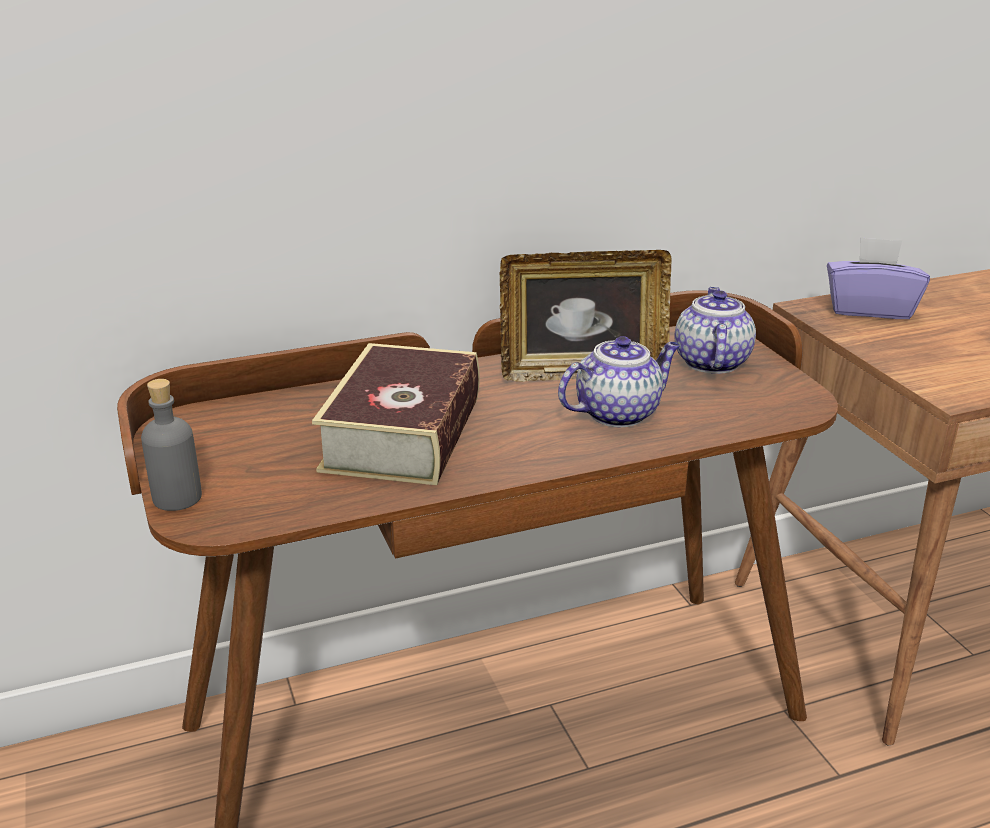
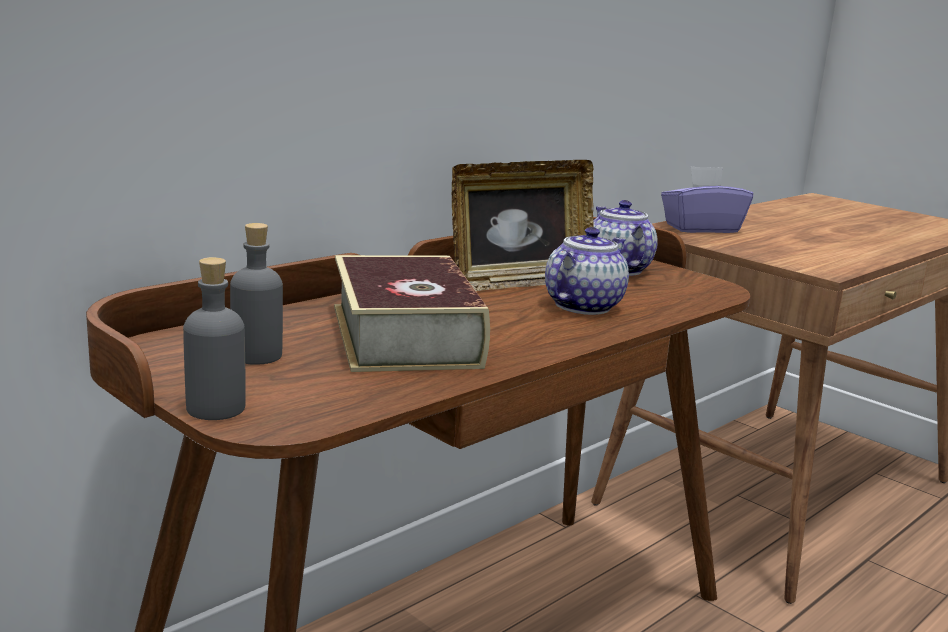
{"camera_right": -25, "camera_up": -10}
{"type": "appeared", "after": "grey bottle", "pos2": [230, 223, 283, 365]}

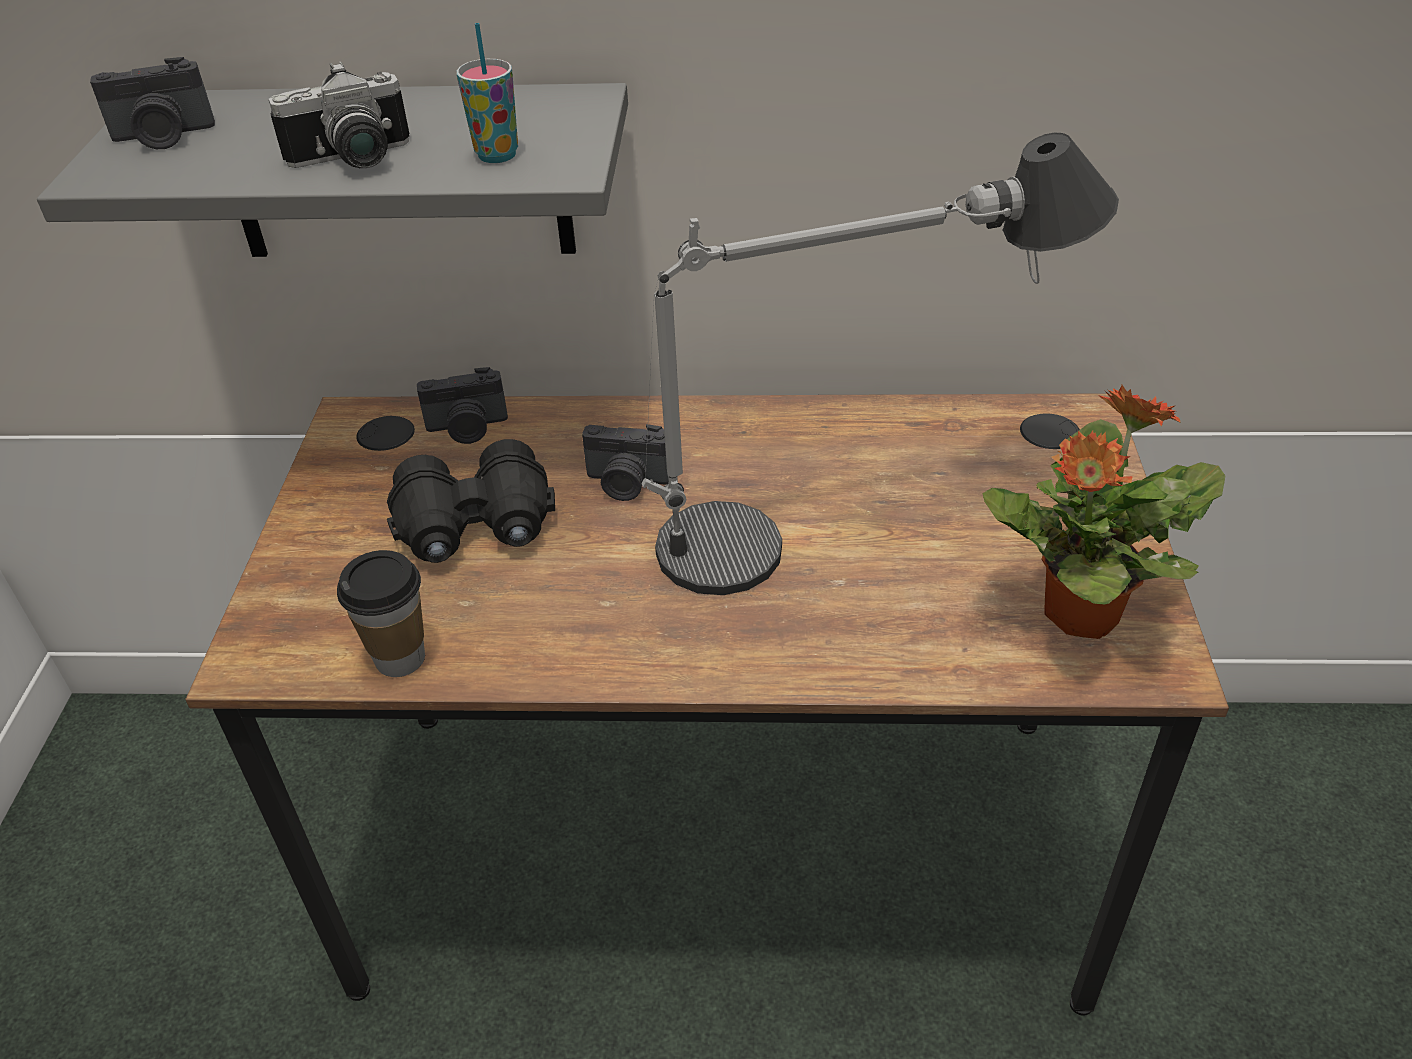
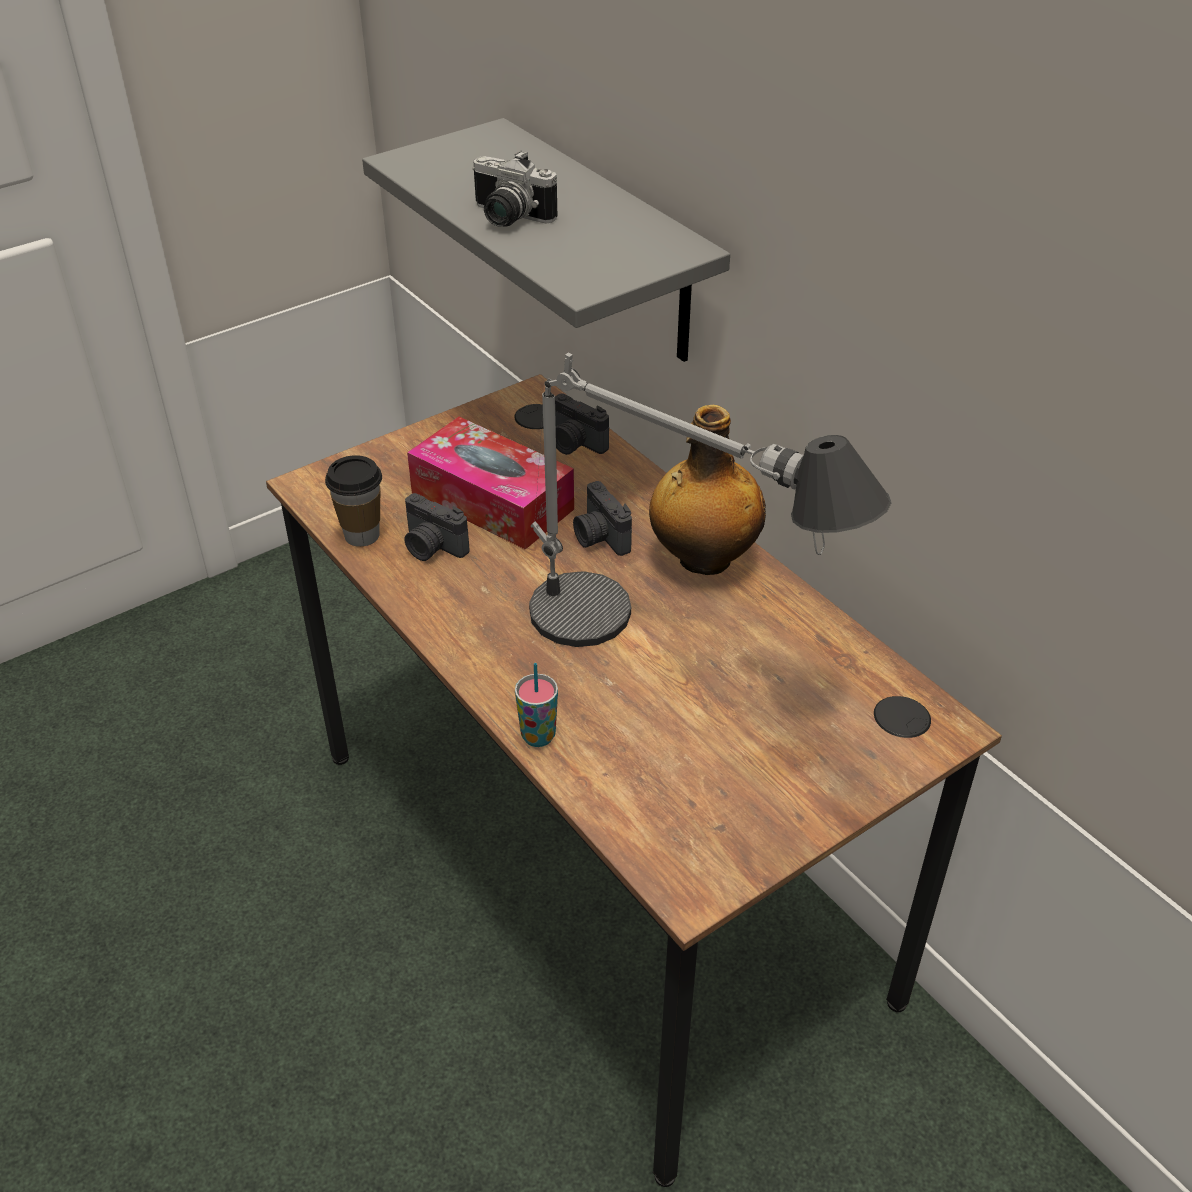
{"camera_right": 50, "camera_up": 0}
{"type": "relocated", "before": "photo camera", "pos1": [90, 57, 215, 149], "pos2": [404, 493, 470, 561]}
{"type": "exchanged", "before": "black binoculars", "after": "tissue box", "pos1": [387, 439, 555, 563], "pos2": [407, 417, 574, 549]}
{"type": "relocated", "before": "cup", "pos1": [456, 23, 518, 163], "pos2": [515, 663, 558, 747]}
{"type": "missing", "before": "potted plant", "pos1": [982, 385, 1225, 639]}
{"type": "appeared", "after": "bottle", "pos2": [649, 405, 766, 575]}

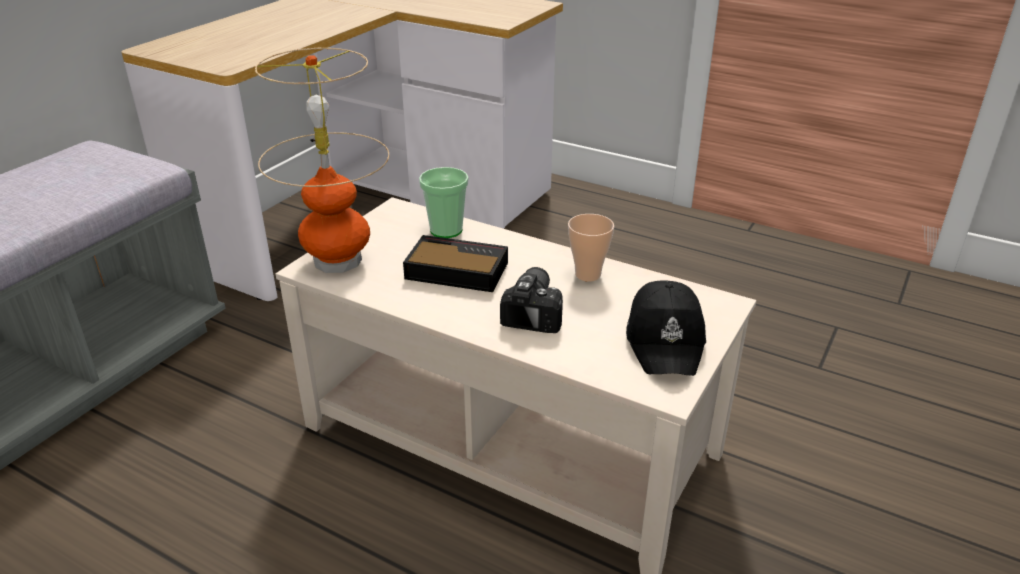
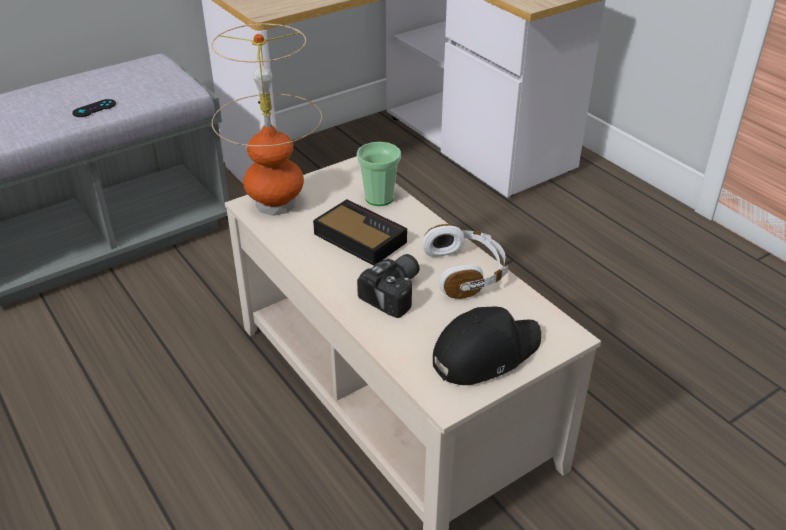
{"camera_right": 25, "camera_up": 5}
{"type": "exchanged", "before": "cup", "after": "white headphones", "pos1": [568, 214, 614, 282], "pos2": [423, 224, 508, 299]}
{"type": "spun", "before": "black cap", "pos1": [626, 280, 706, 376], "pos2": [433, 306, 541, 385], "turn": -150}
{"type": "appeared", "after": "black game controller", "pos2": [72, 99, 116, 117]}

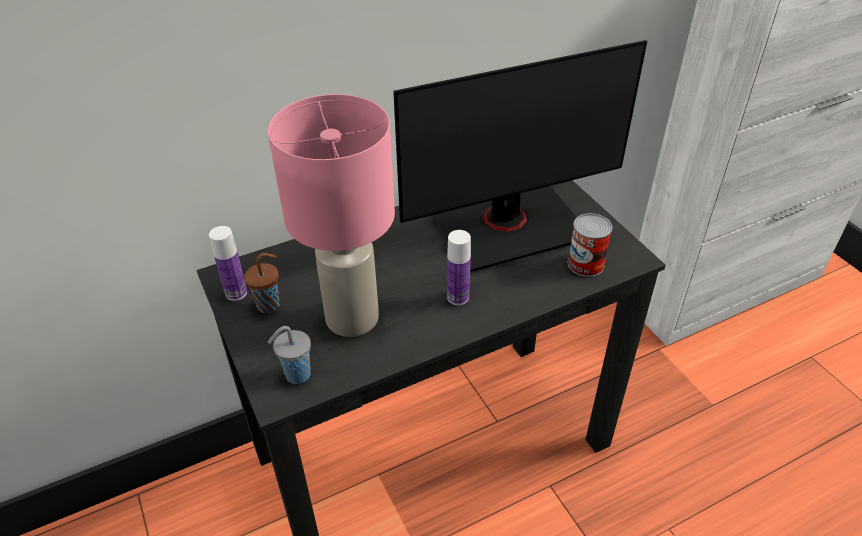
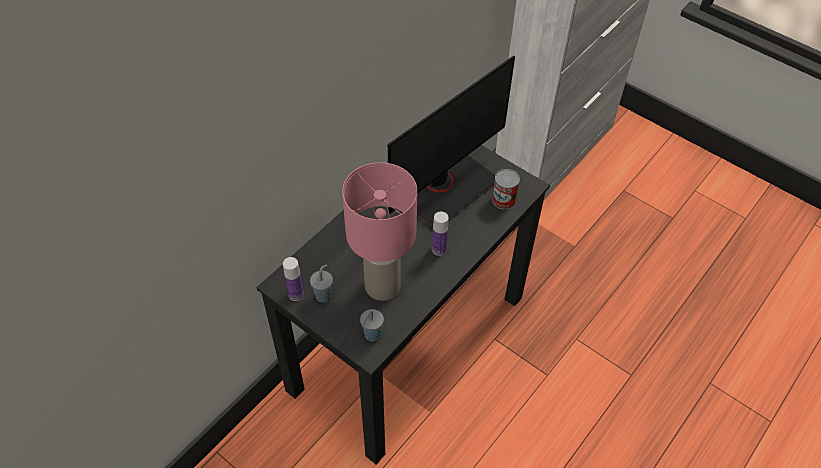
{"camera_right": -25, "camera_up": 10}
{"type": "colour", "before": "brown cup", "after": "grey cup", "pos1": [244, 253, 280, 314], "pos2": [310, 265, 333, 303]}

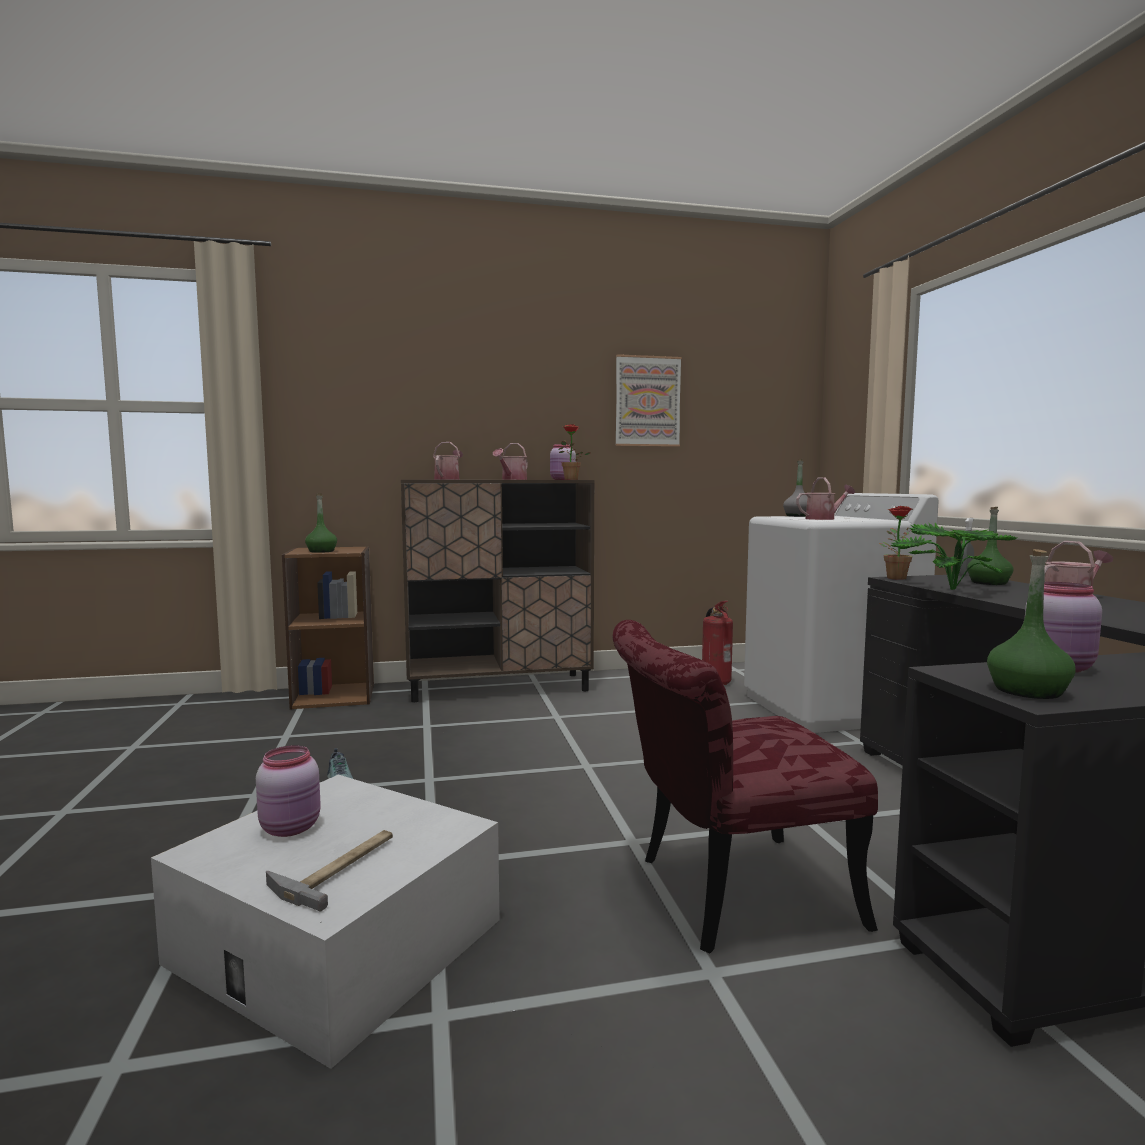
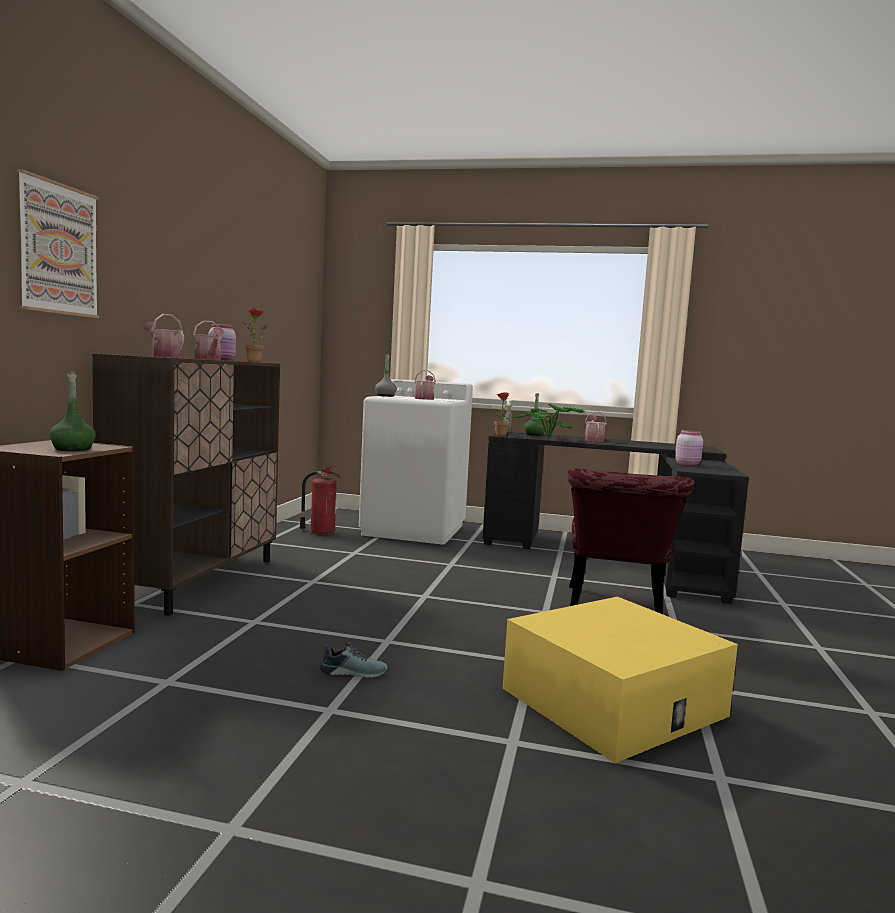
{"camera_right": -65, "camera_up": 0}
{"type": "colour", "before": "white storage box", "after": "yellow storage box", "pos1": [151, 775, 500, 1069], "pos2": [503, 596, 738, 763]}
{"type": "missing", "before": "pink jar", "pos1": [256, 746, 321, 837]}
{"type": "missing", "before": "hammer", "pos1": [266, 830, 393, 912]}
{"type": "relocated", "before": "picture", "pos1": [615, 354, 682, 447], "pos2": [16, 169, 99, 318]}
{"type": "missing", "before": "green bottle", "pos1": [987, 549, 1076, 699]}

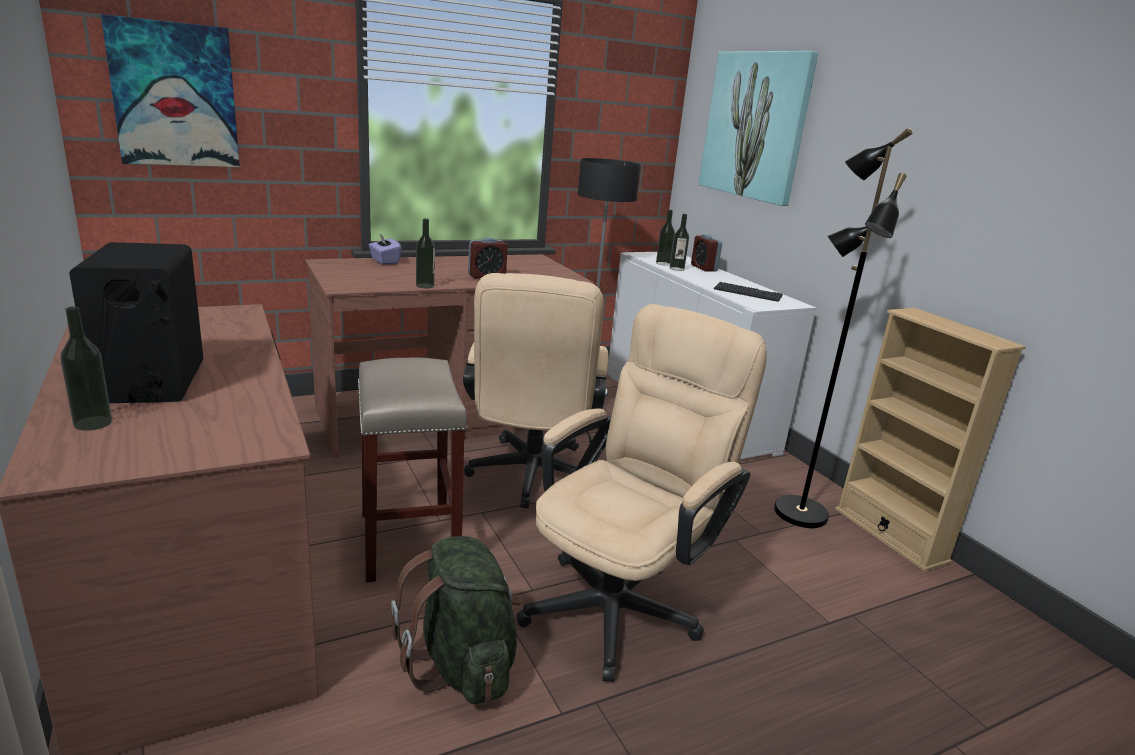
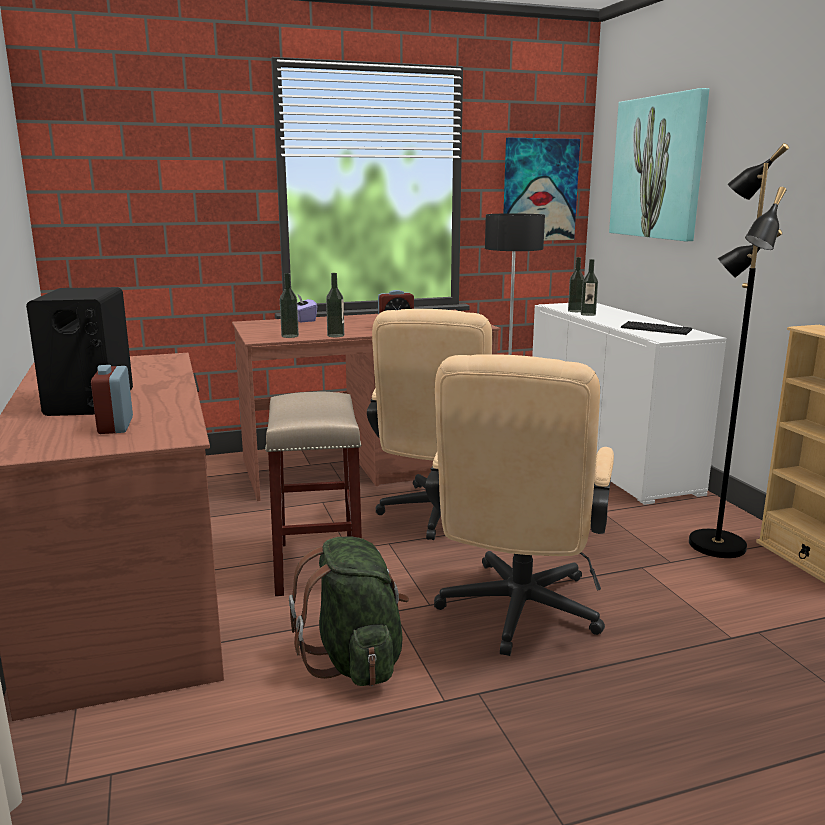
{"camera_right": 10, "camera_up": -5}
{"type": "relocated", "before": "bottle", "pos1": [60, 306, 112, 431], "pos2": [280, 273, 299, 338]}
{"type": "relocated", "before": "picture", "pos1": [101, 14, 240, 167], "pos2": [503, 138, 580, 241]}
{"type": "spun", "before": "beige office chair", "pos1": [516, 304, 767, 682], "pos2": [425, 354, 614, 656], "turn": 150}
{"type": "relocated", "before": "alarm clock", "pos1": [691, 234, 722, 272], "pos2": [91, 365, 133, 434]}

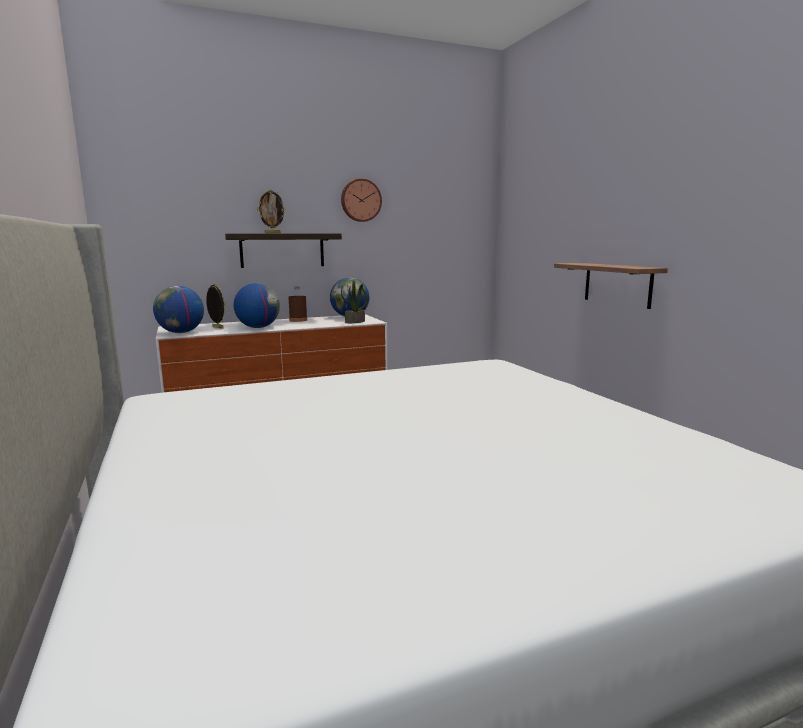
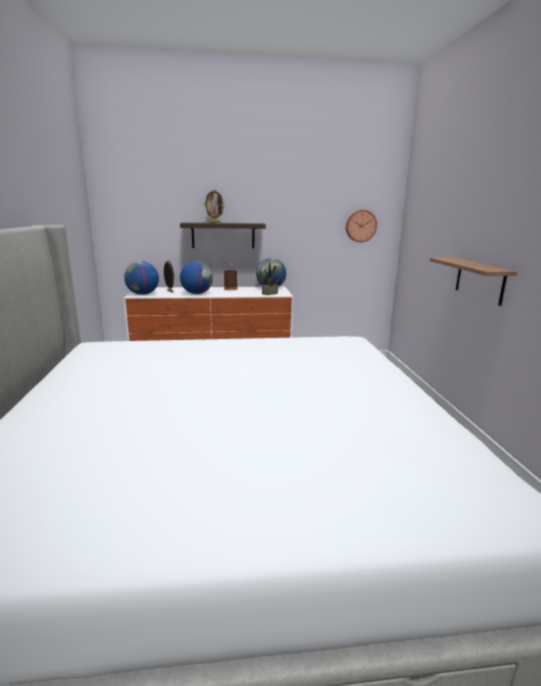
{"camera_right": 15, "camera_up": 5}
{"type": "relocated", "before": "wall clock", "pos1": [341, 179, 382, 222], "pos2": [346, 210, 377, 242]}

